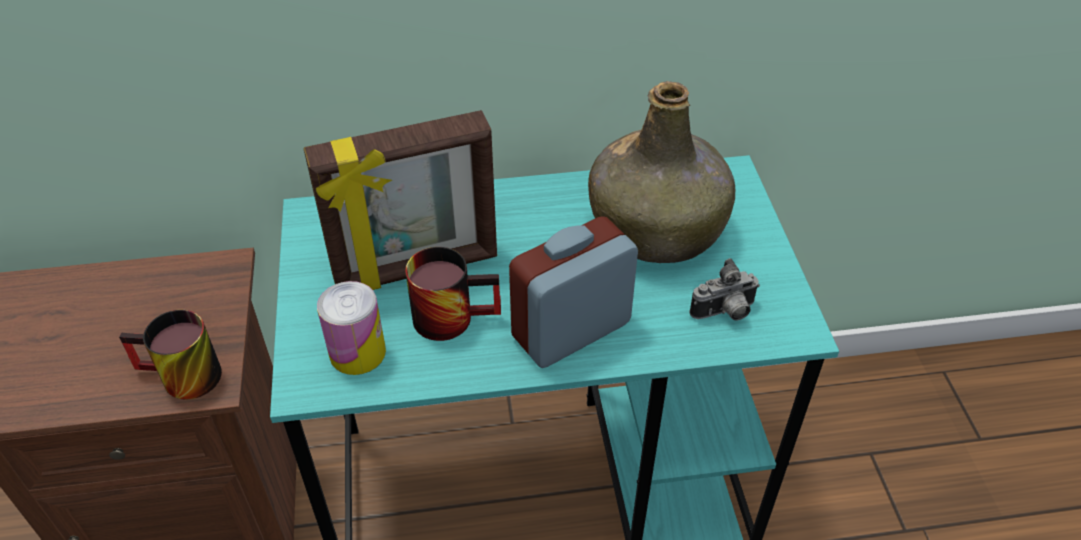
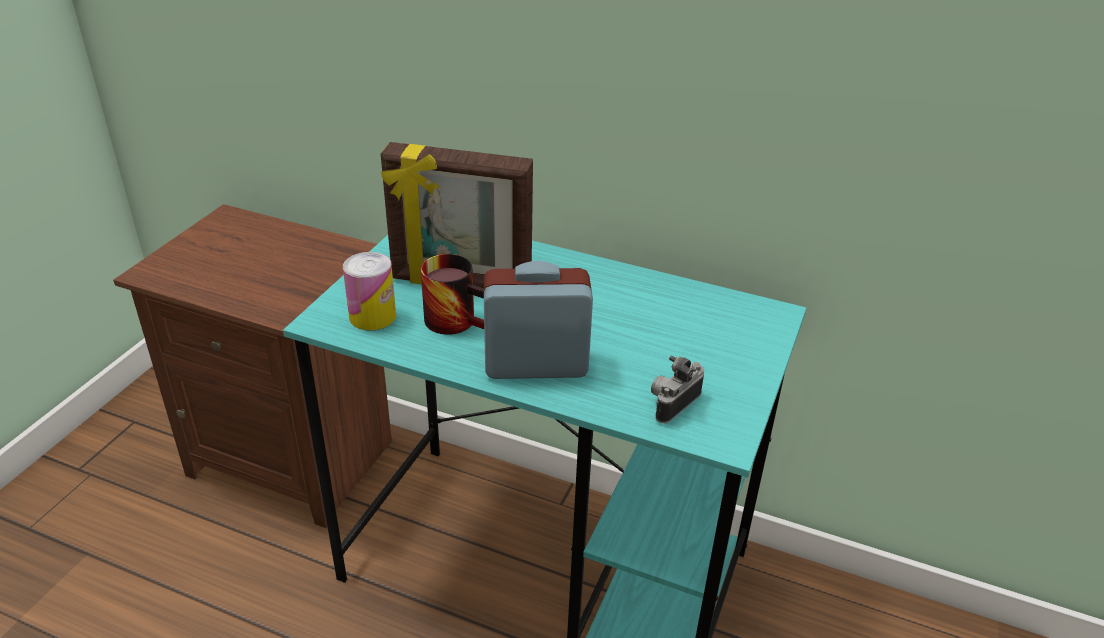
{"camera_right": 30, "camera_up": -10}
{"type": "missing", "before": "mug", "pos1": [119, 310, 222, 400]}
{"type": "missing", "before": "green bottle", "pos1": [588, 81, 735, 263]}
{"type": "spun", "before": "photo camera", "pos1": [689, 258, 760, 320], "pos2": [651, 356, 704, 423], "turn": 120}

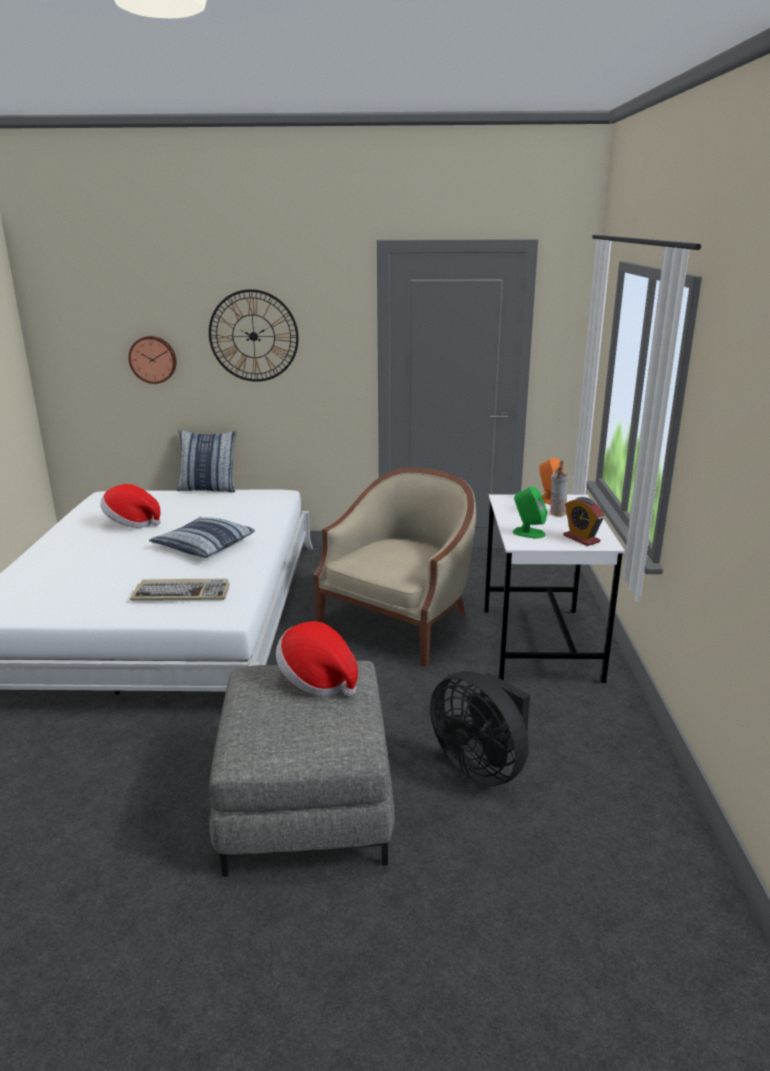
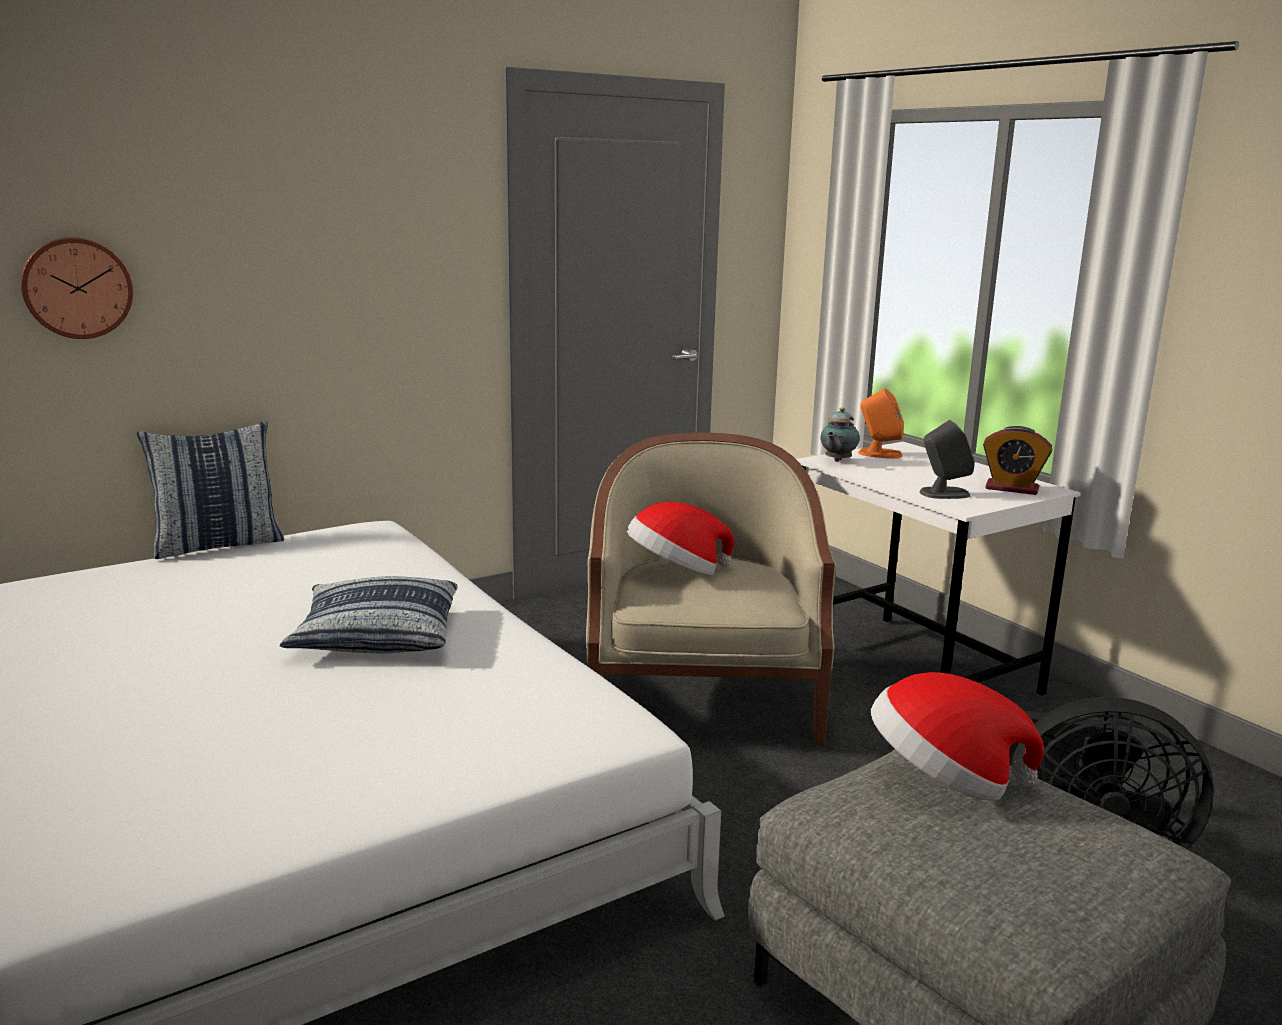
{"camera_right": -35, "camera_up": -5}
{"type": "relocated", "before": "hat", "pos1": [100, 484, 161, 528], "pos2": [627, 502, 734, 575]}
{"type": "missing", "before": "keyboard", "pos1": [130, 579, 230, 600]}
{"type": "missing", "before": "wall clock", "pos1": [209, 289, 299, 382]}
{"type": "colour", "before": "green speaker", "after": "grey speaker", "pos1": [513, 486, 547, 539], "pos2": [919, 420, 975, 499]}
{"type": "missing", "before": "vase", "pos1": [550, 461, 569, 516]}
{"type": "appeared", "after": "teapot", "pos2": [820, 408, 860, 462]}

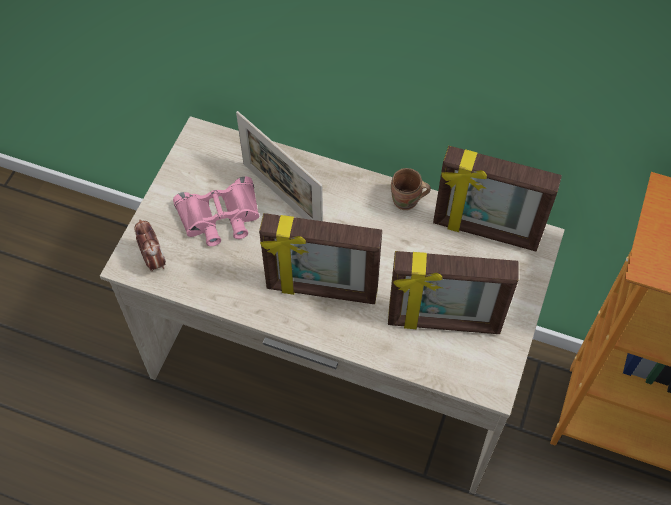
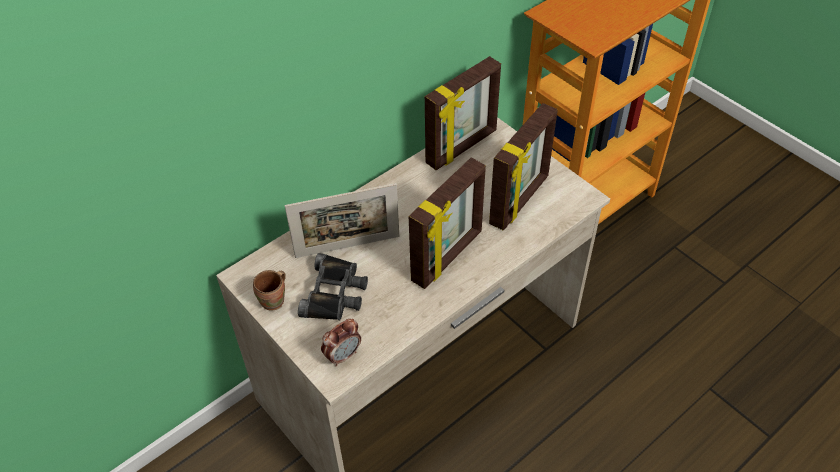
{"camera_right": -60, "camera_up": -10}
{"type": "spun", "before": "alarm clock", "pos1": [134, 220, 166, 271], "pos2": [321, 319, 361, 367], "turn": 135}
{"type": "colour", "before": "pink binoculars", "after": "black binoculars", "pos1": [173, 176, 259, 246], "pos2": [298, 253, 368, 320]}
{"type": "relocated", "before": "brown mug", "pos1": [391, 168, 431, 210], "pos2": [253, 270, 286, 310]}

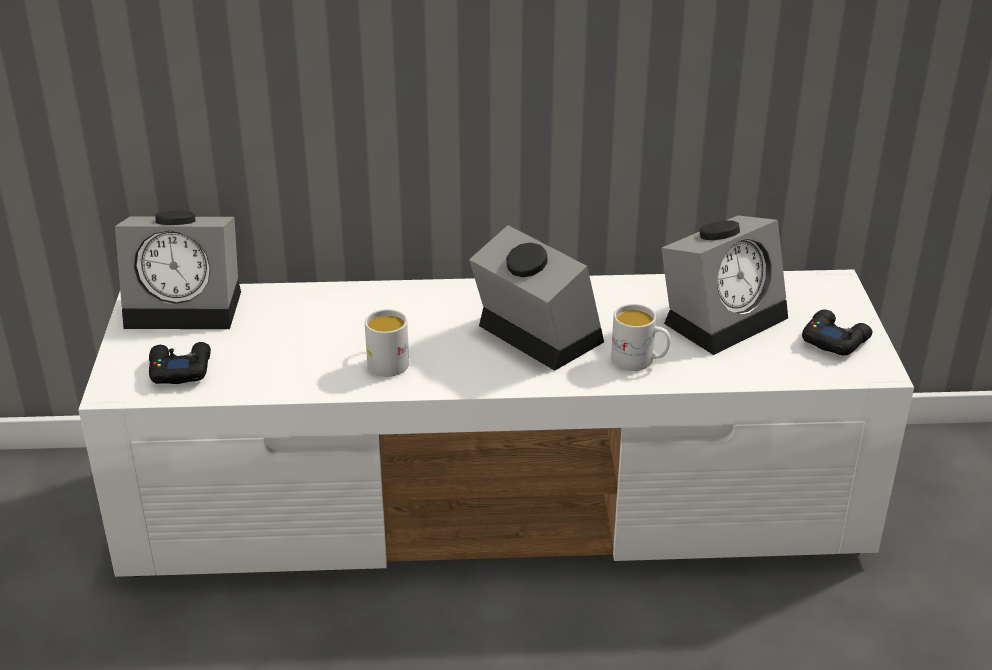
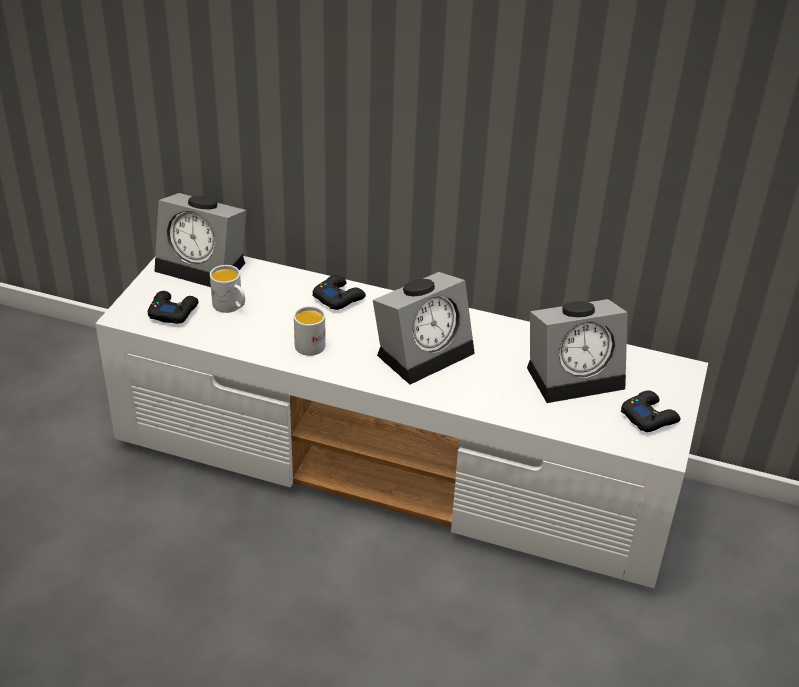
{"camera_right": 20, "camera_up": 5}
{"type": "spun", "before": "alarm clock", "pos1": [469, 225, 604, 371], "pos2": [373, 272, 475, 384], "turn": 75}
{"type": "relocated", "before": "white mug", "pos1": [611, 304, 670, 371], "pos2": [210, 265, 245, 313]}
{"type": "appeared", "after": "black game controller", "pos2": [313, 275, 366, 310]}

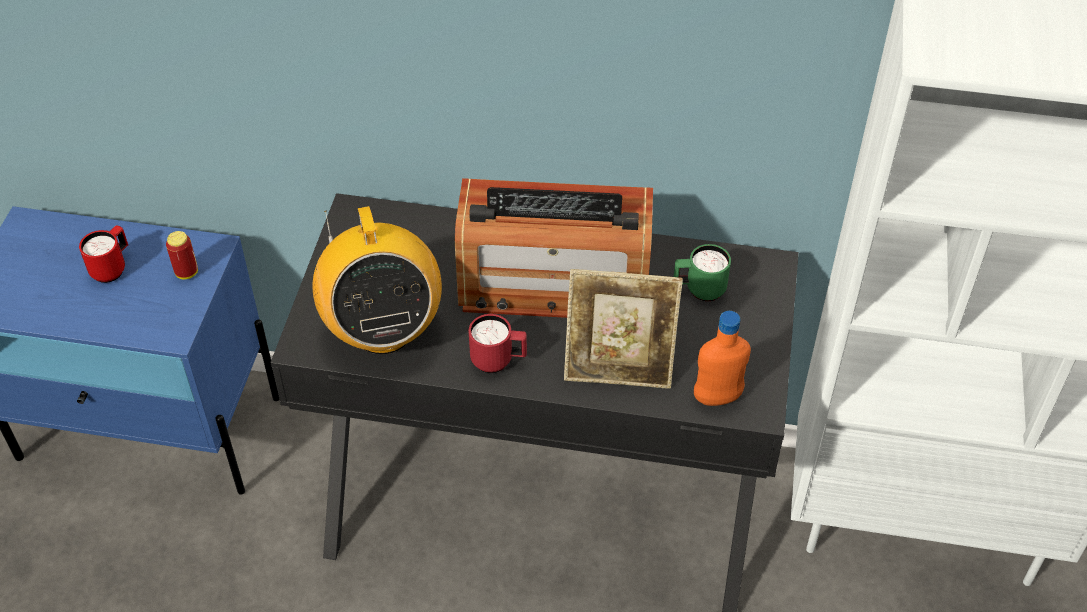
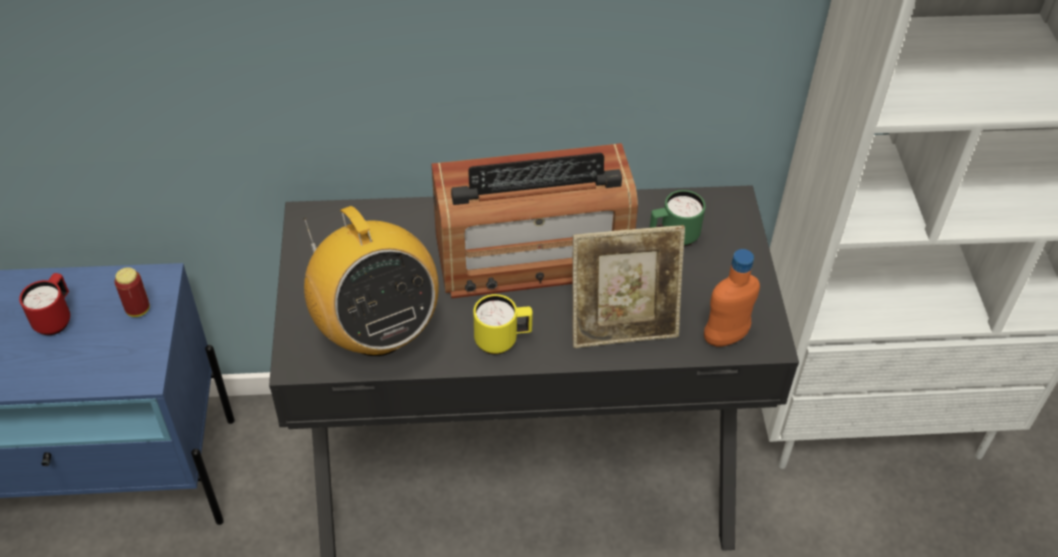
{"camera_right": -15, "camera_up": 0}
{"type": "colour", "before": "red mug", "after": "yellow mug", "pos1": [469, 314, 527, 373], "pos2": [473, 294, 533, 355]}

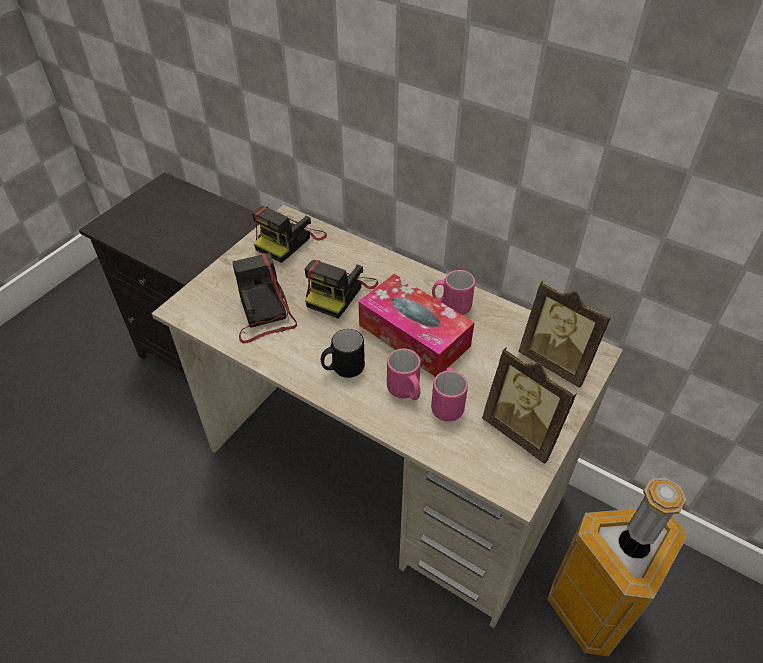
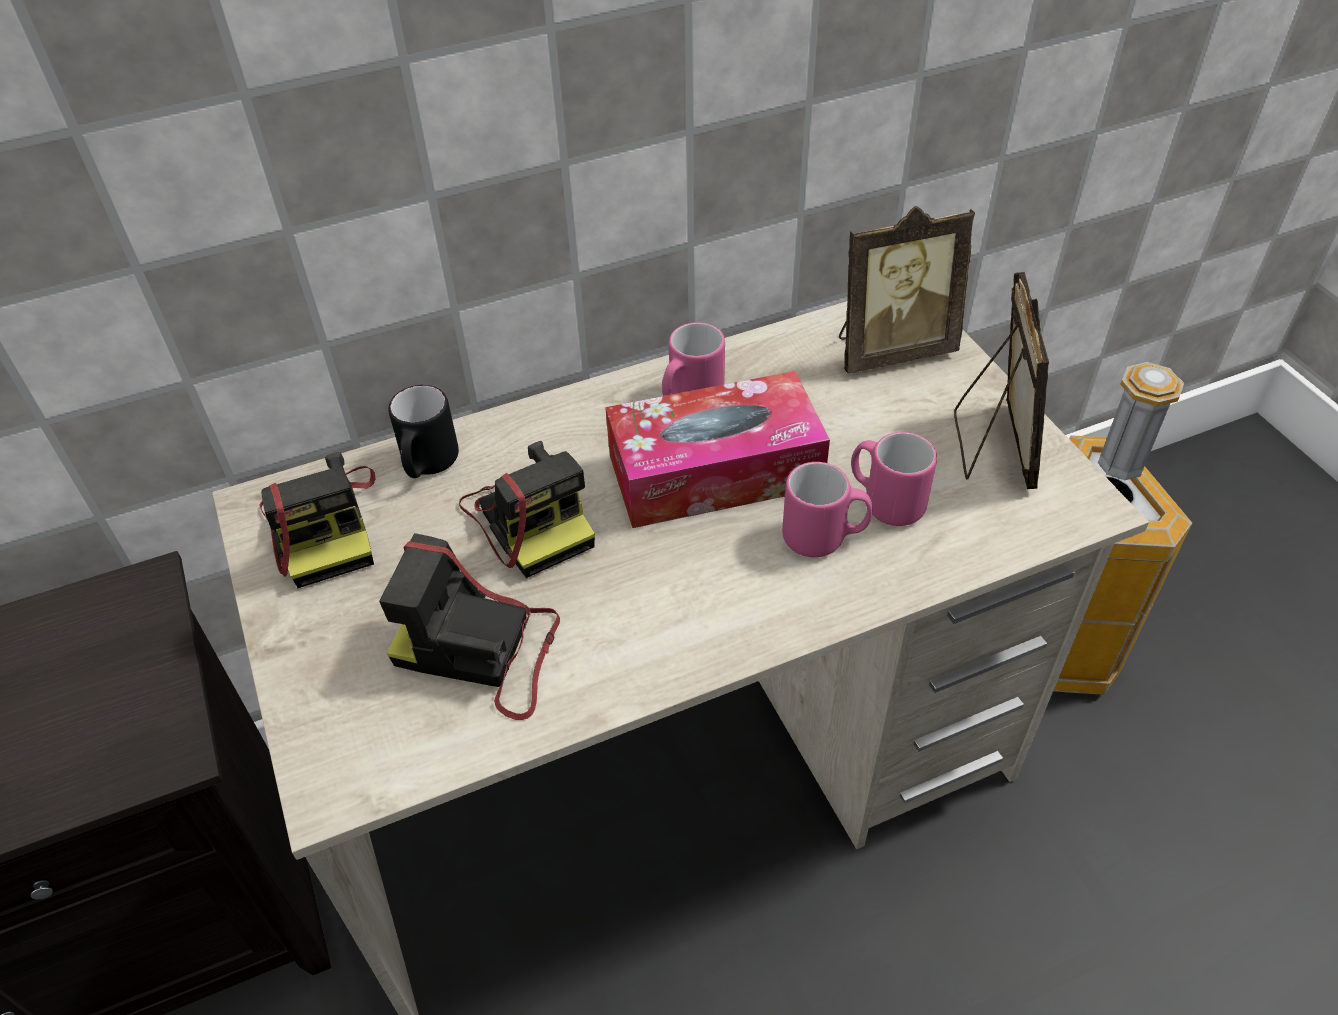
{"camera_right": -55, "camera_up": 0}
{"type": "relocated", "before": "black mug", "pos1": [321, 329, 365, 378], "pos2": [389, 385, 459, 478]}
{"type": "spun", "before": "picture frame", "pos1": [482, 347, 577, 464], "pos2": [954, 272, 1049, 489], "turn": -75}

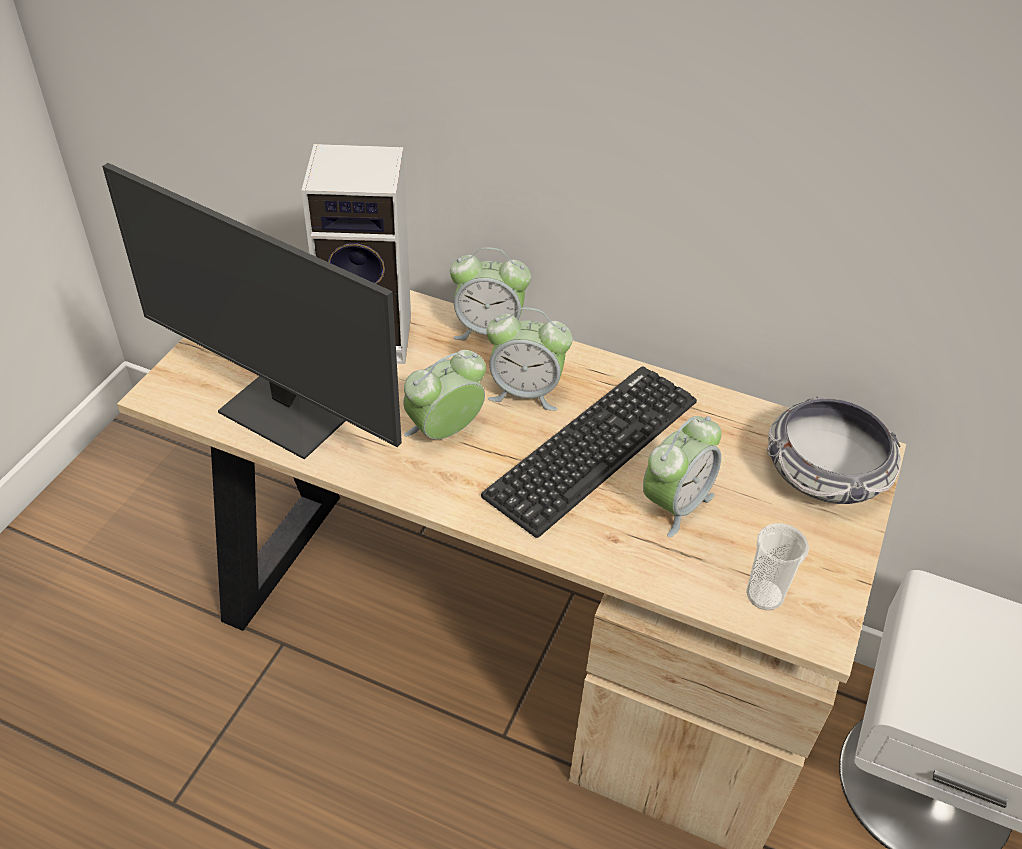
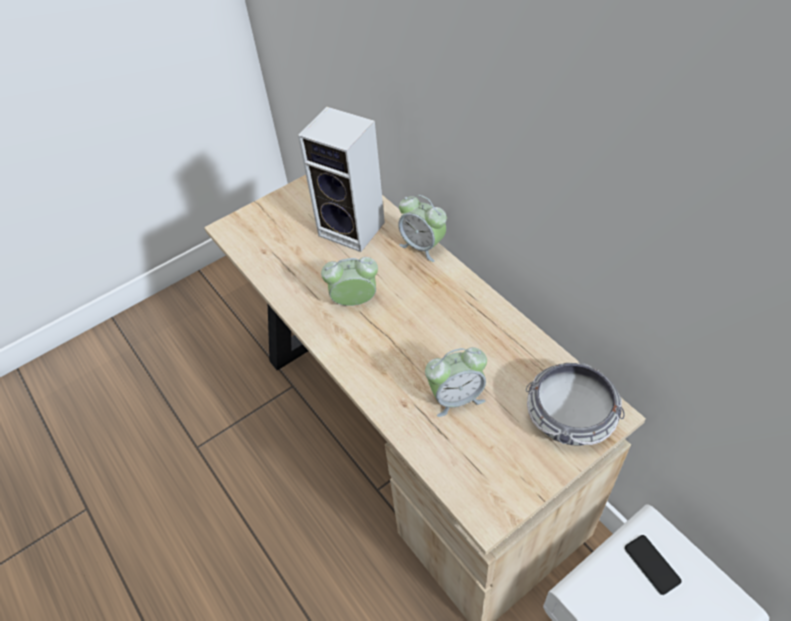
{"camera_right": 35, "camera_up": 5}
{"type": "missing", "before": "monitor", "pos1": [102, 163, 402, 459]}
{"type": "missing", "before": "keyboard", "pos1": [481, 366, 697, 538]}
{"type": "missing", "before": "alarm clock", "pos1": [486, 308, 573, 411]}
{"type": "missing", "before": "cup", "pos1": [746, 523, 809, 610]}
{"type": "appeared", "after": "phone", "pos2": [624, 535, 682, 595]}

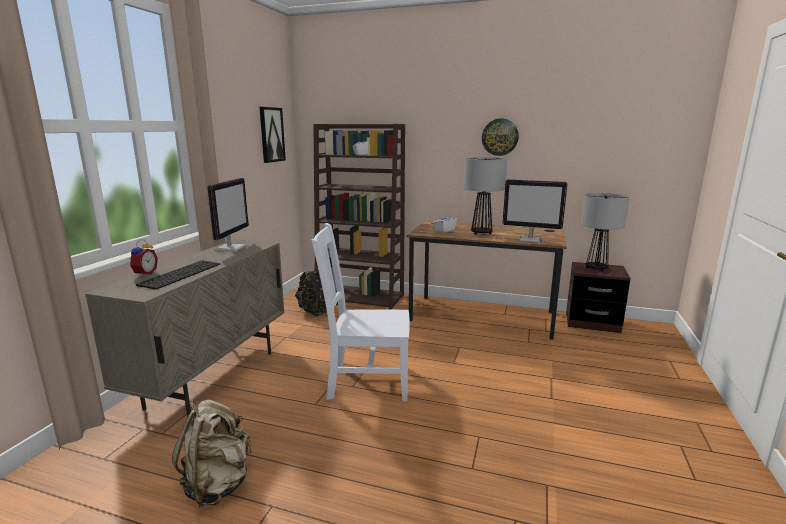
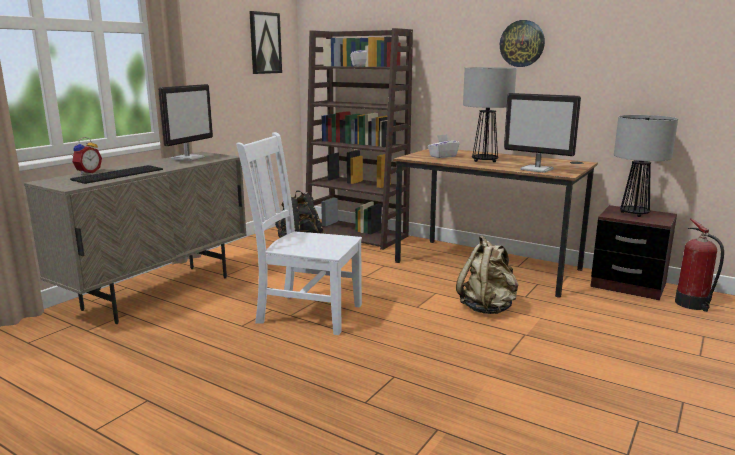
{"camera_right": 15, "camera_up": 0}
{"type": "relocated", "before": "beige backpack", "pos1": [172, 400, 252, 507], "pos2": [456, 235, 518, 314]}
{"type": "appeared", "after": "fire extinguisher", "pos2": [675, 218, 724, 312]}

